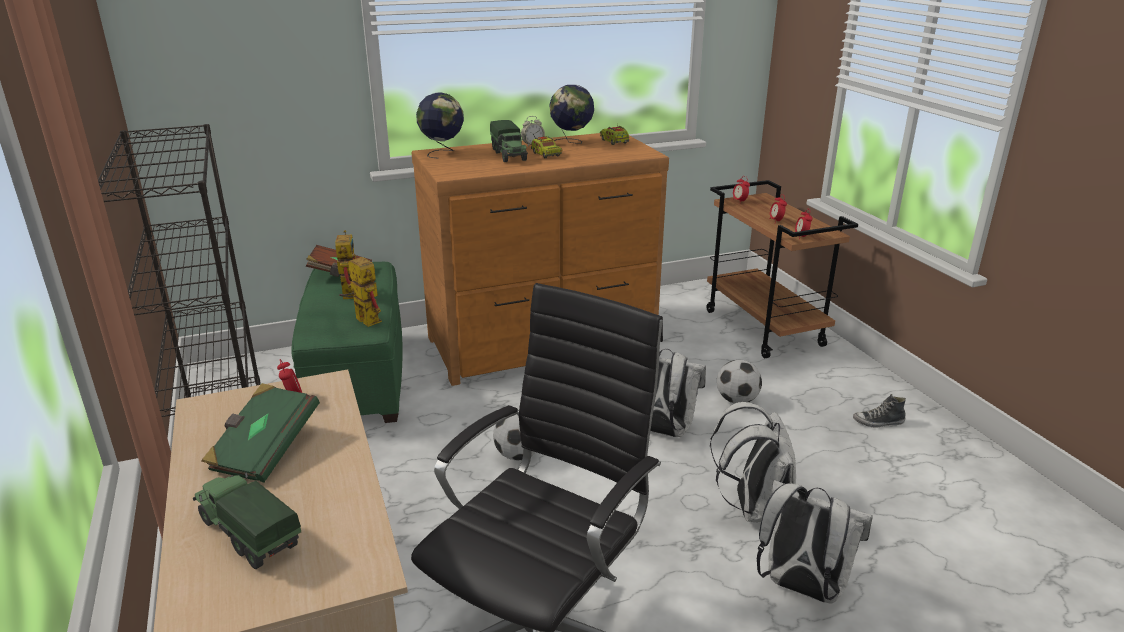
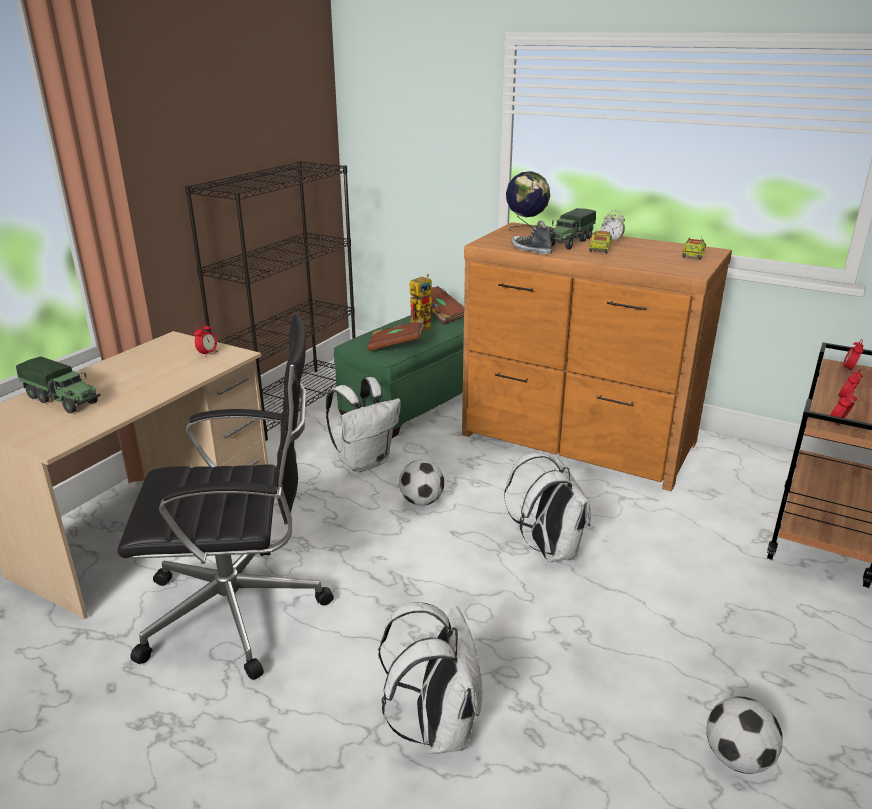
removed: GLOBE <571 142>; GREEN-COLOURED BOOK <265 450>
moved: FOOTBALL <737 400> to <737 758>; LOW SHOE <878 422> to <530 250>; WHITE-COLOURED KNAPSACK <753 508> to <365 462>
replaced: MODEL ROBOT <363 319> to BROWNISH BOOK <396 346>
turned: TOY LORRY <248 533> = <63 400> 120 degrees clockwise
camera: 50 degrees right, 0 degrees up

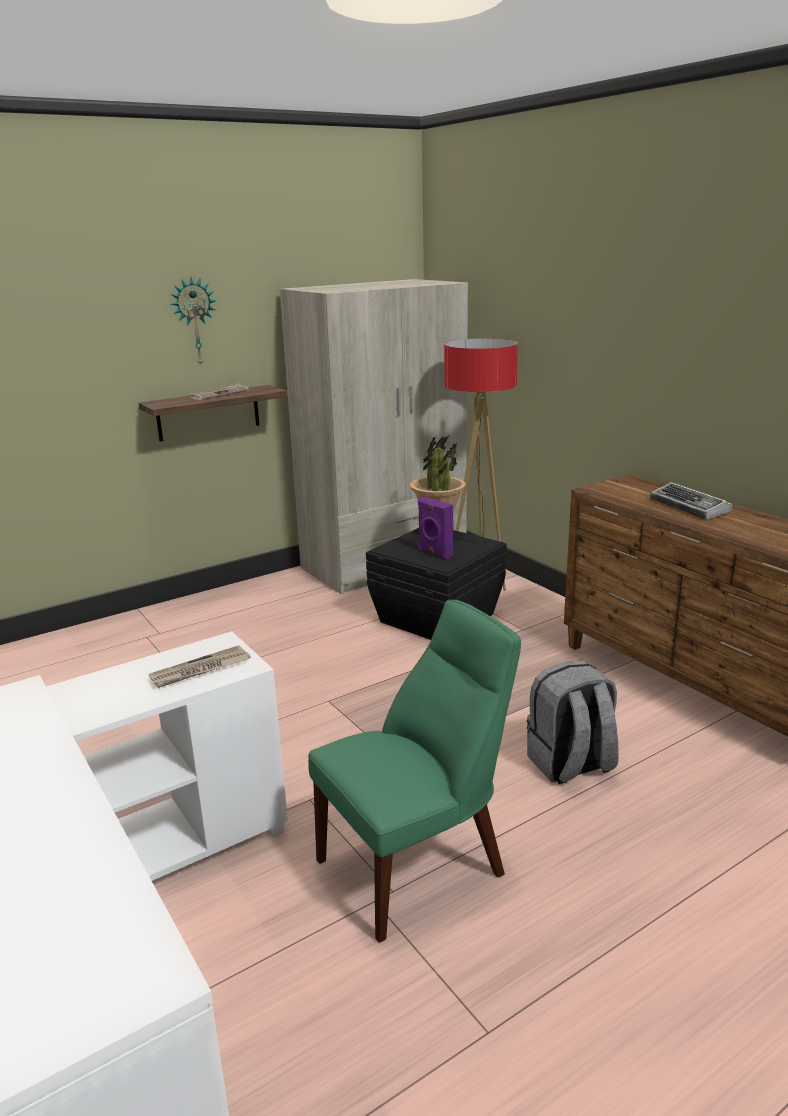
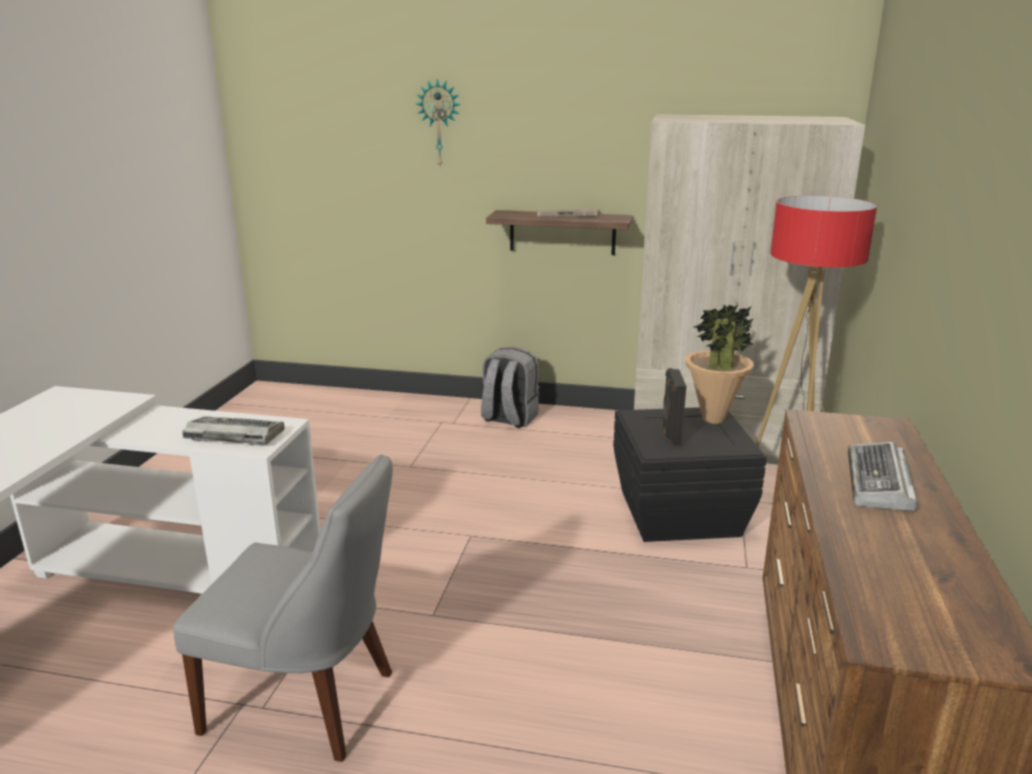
moved: CLOCK ON THE WALL <194 322> to <439 123>; GREY KNAPSACK <570 765> to <509 419>
replaced: NEWSPAPER <200 670> to PC KEYBOARD <233 436>
recoloured: PURPLE SPEAKER <434 553> to BLACK-COLOURED SPEAKER <670 436>; GREEN-COLOURED PLAIN CHAIR <418 865> to GREY PLAIN CHAIR <308 703>
camera: 45 degrees right, 0 degrees up

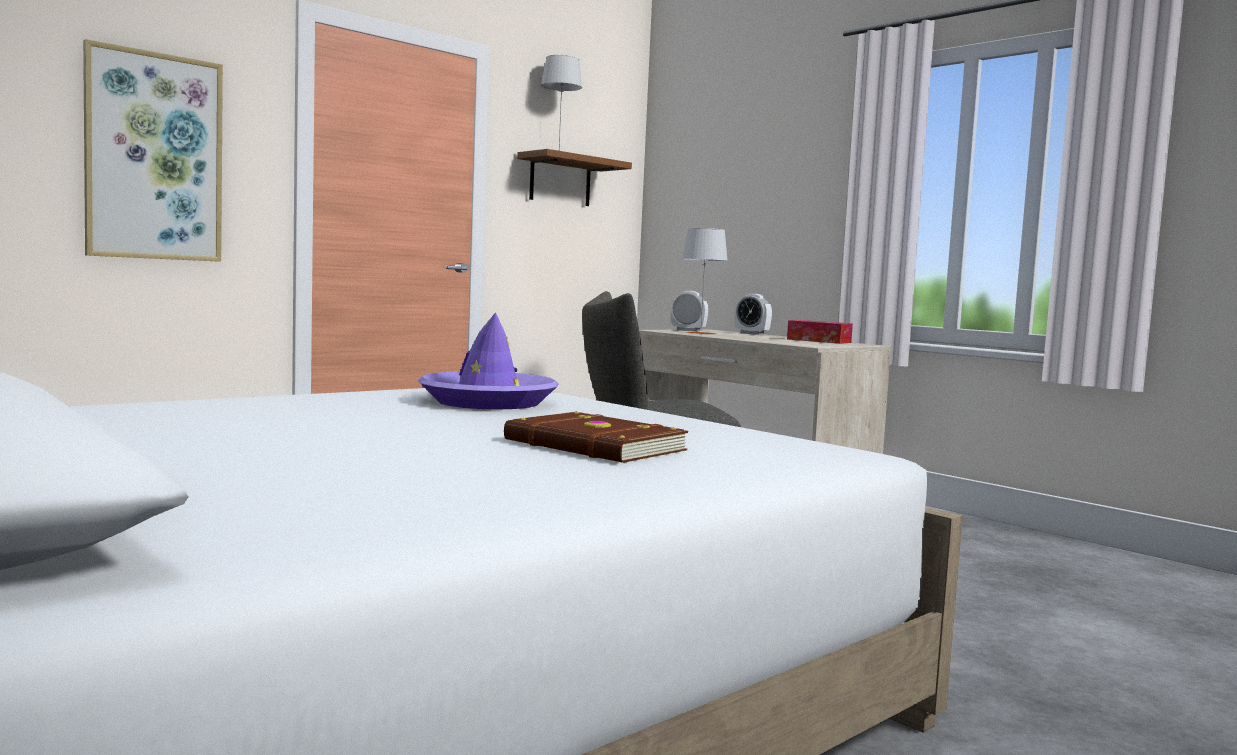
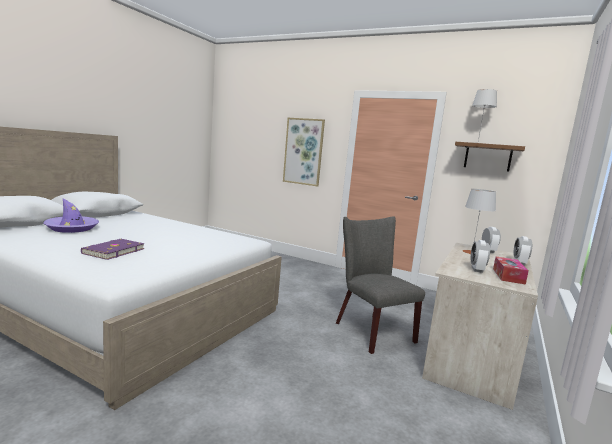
added: ALARM CLOCK <477 269>
moved: PURPLE HAT <488 402> to <72 228>
recoloured: BROWNISH BOOK <593 446> to PURPLE BOOK <113 251>
camera: 70 degrees right, 5 degrees up

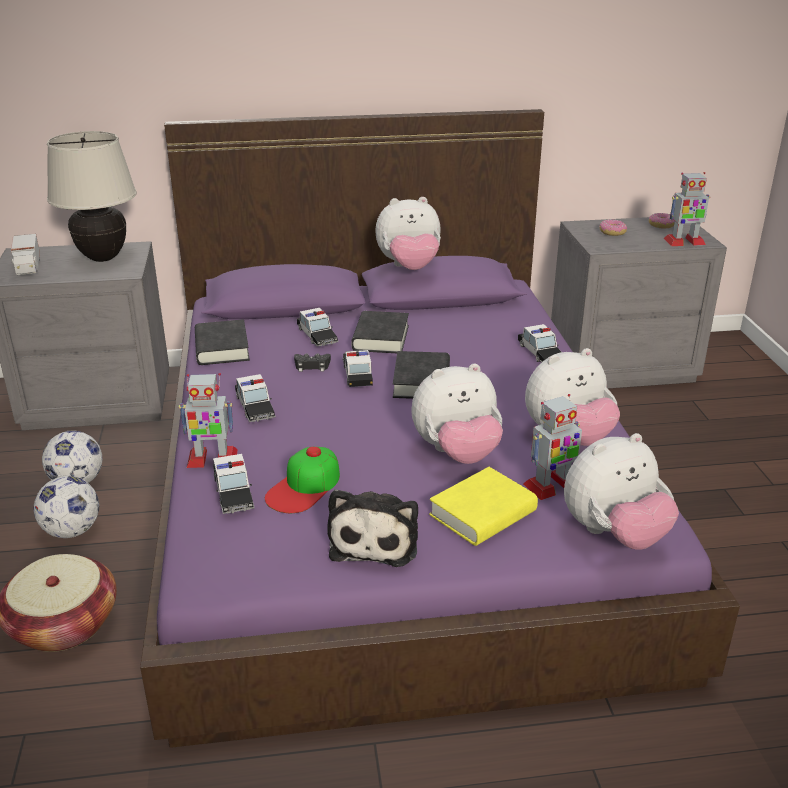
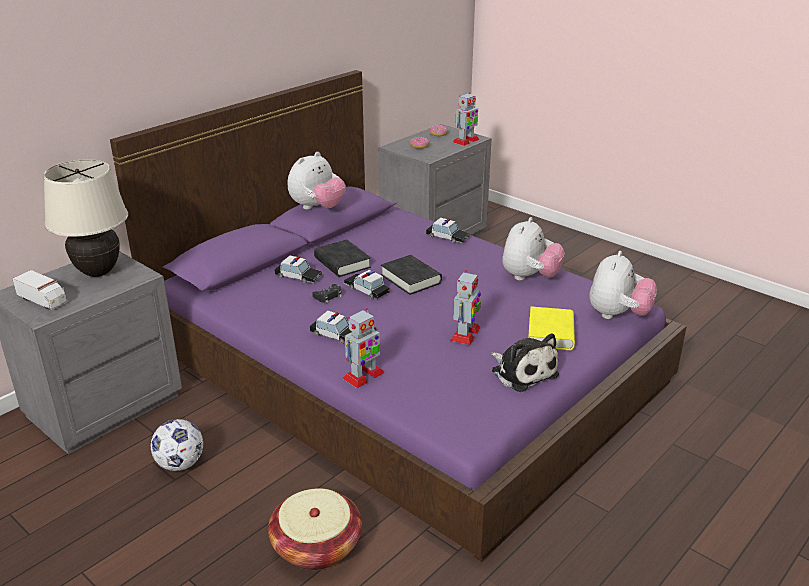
removed: BLACK-COLOURED BOOK <222 348>; CUDDLY TOY <457 453>; BASEBALL CAP <304 487>; MODEL CAR <233 492>; FOOTBALL <71 531>
moved: MODEL ROBOT <551 485> to <465 334>
camera: 40 degrees left, 0 degrees up

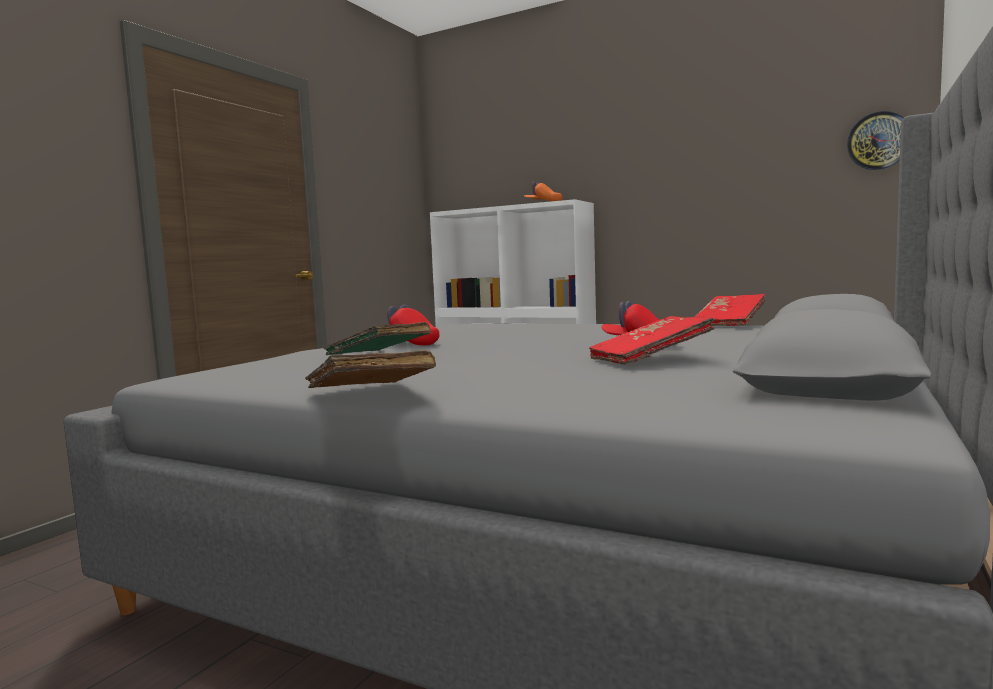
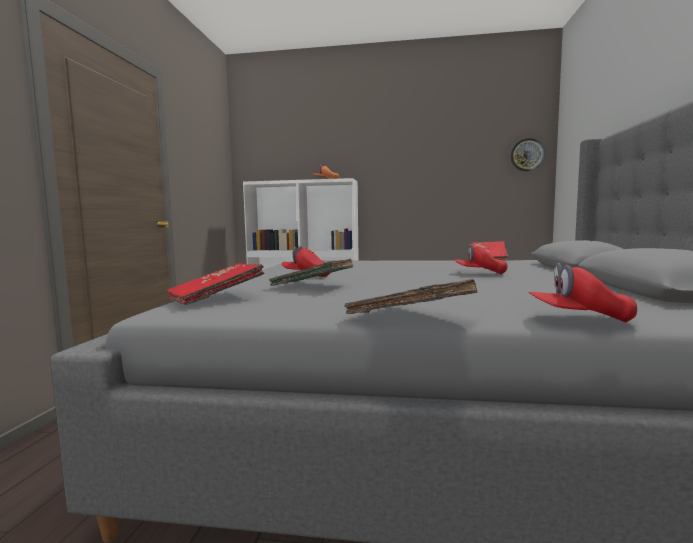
added: RED-COLOURED BASEBALL CAP <579 319>
moved: RED-COLOURED BOOK <649 359> to <216 298>
camera: 20 degrees left, 0 degrees up

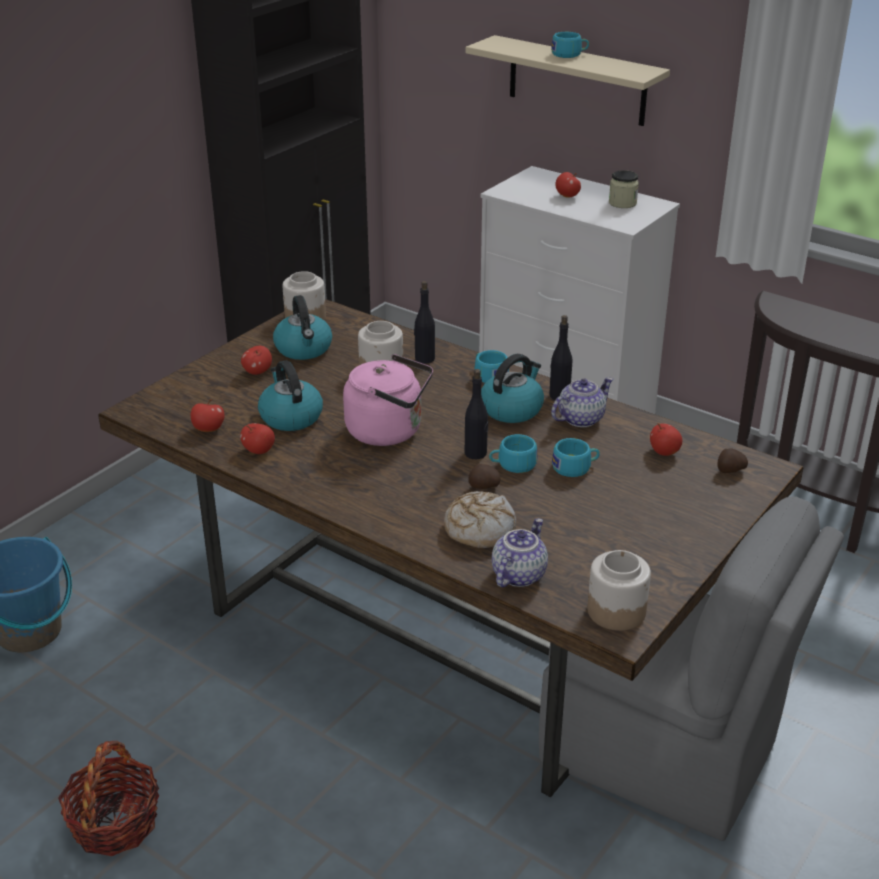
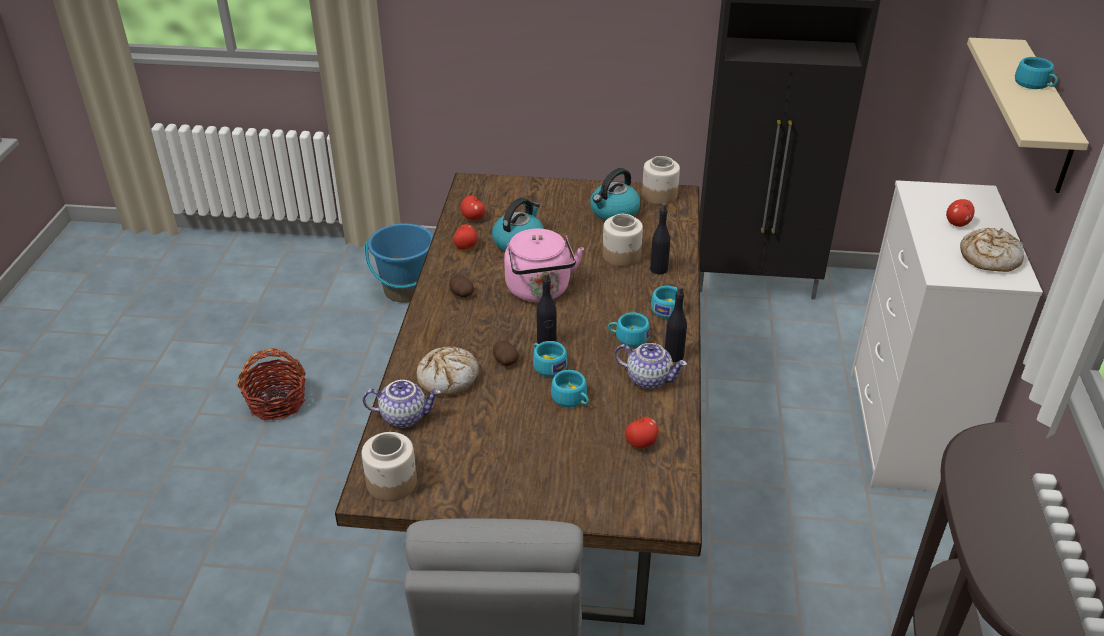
removed: WHOLE APPLE <257 372>
moved: WHOLE POTATO <730 470> to <461 294>
replaced: JAR <622 203> to BAKED BREAD <988 258>; KETTLE <512 409> to BLUE-GREEN CUP <628 337>
camera: 60 degrees right, 5 degrees up

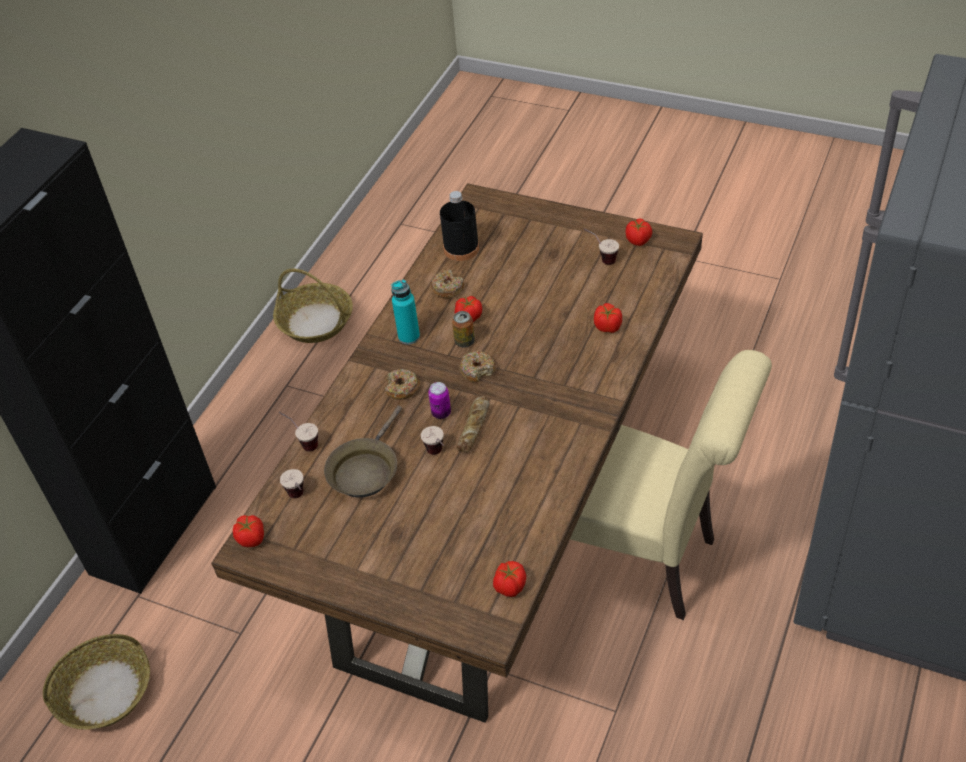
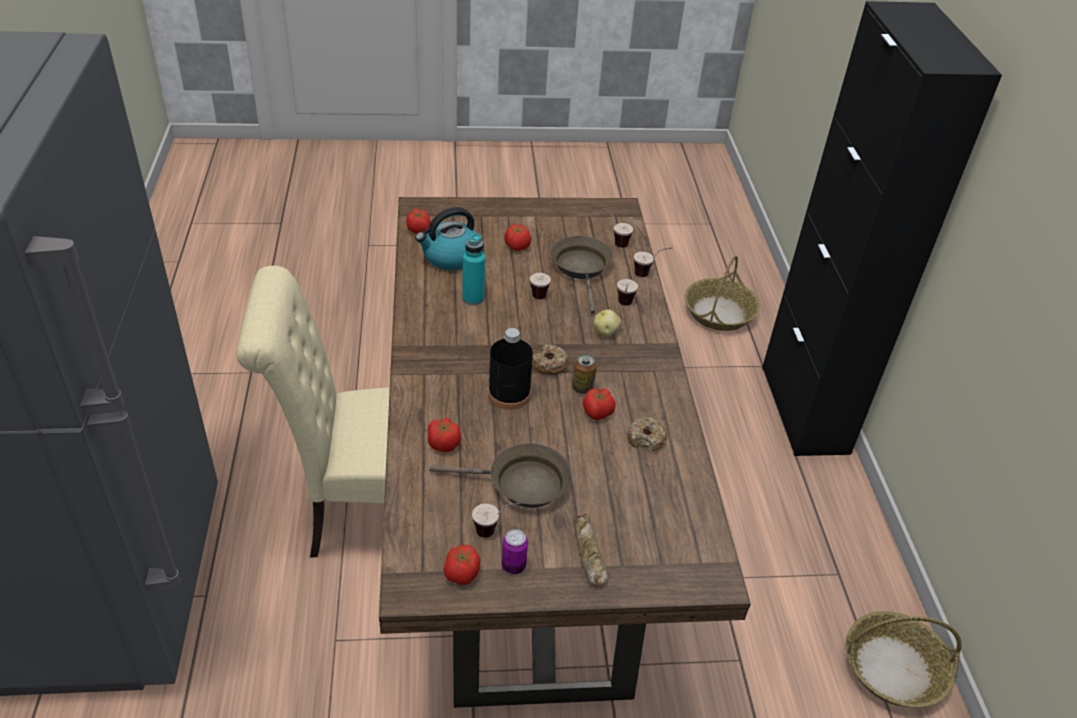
added: KETTLE <450 257>; CUP <624 306>; BROWNISH FRYING PAN <521 484>
moved: BLACK-COLOURED DRINK BOTTLE <461 249> to <509 394>; BLUE-GREEN DRINK BOTTLE <409 336> to <473 298>; METAL CAN <441 413> to <513 566>; BAKED BREAD <474 427> to <588 554>; FRESH TOMATO <251 538> to <517 247>
replaced: DONUT <402 388> to WHOLE POTATO <606 332>
camera: 145 degrees right, 5 degrees down

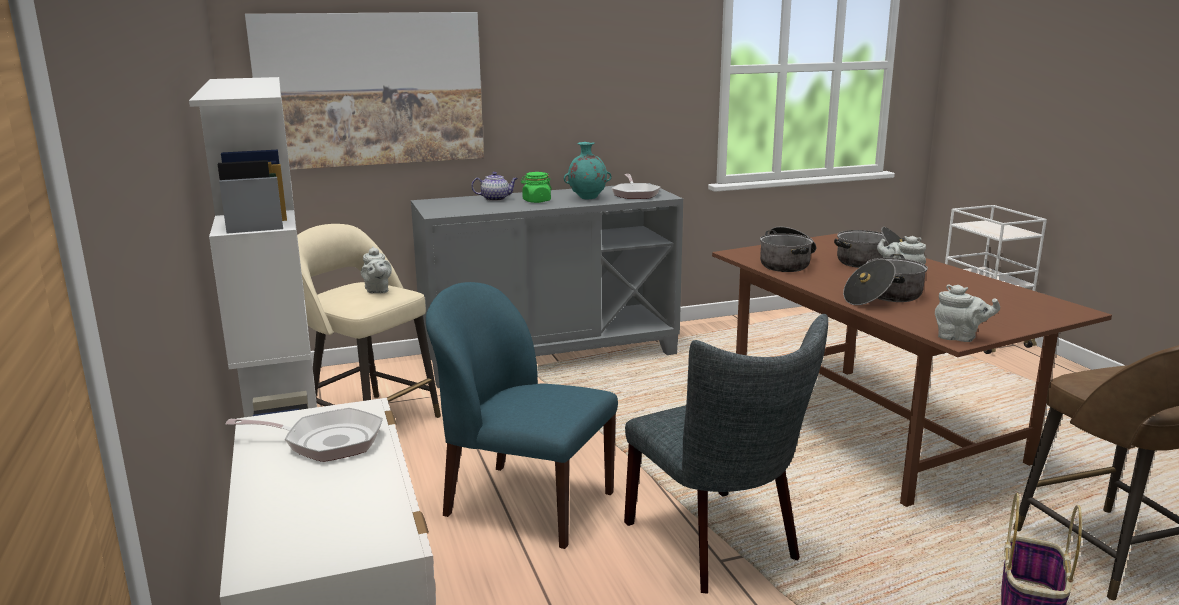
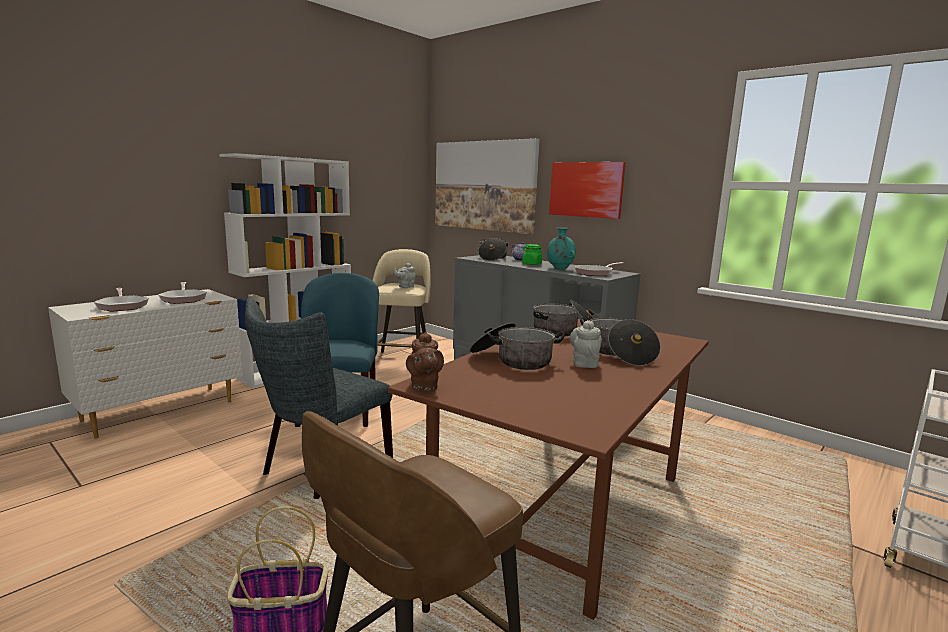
added: WALL ART <586 189>; COOKING POT <492 258>; FRYING PAN <122 306>
recoloured: GREY TEA POT <959 338> to BROWNISH TEA POT <424 386>
camera: 60 degrees right, 5 degrees down

